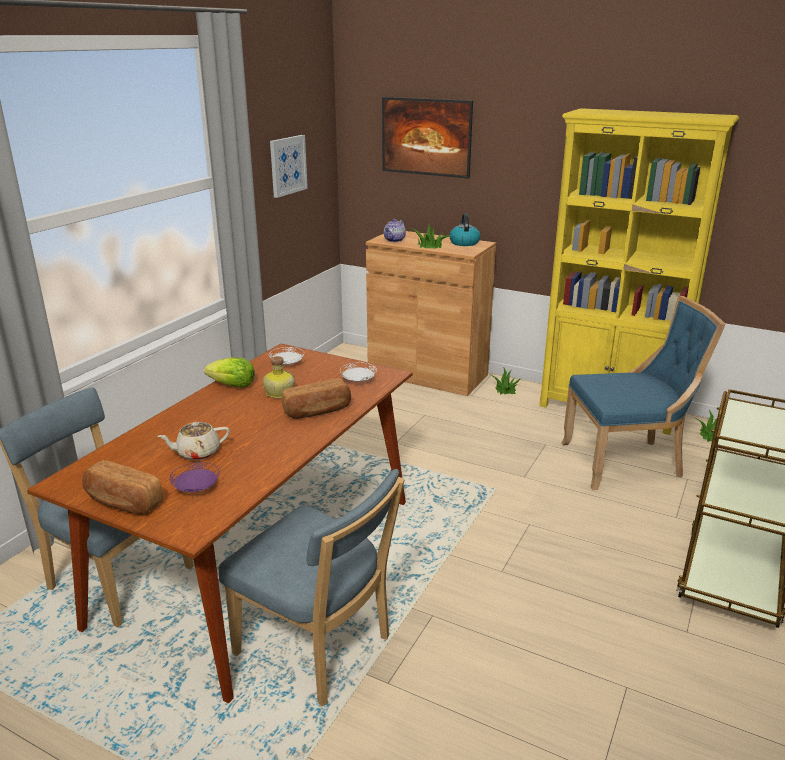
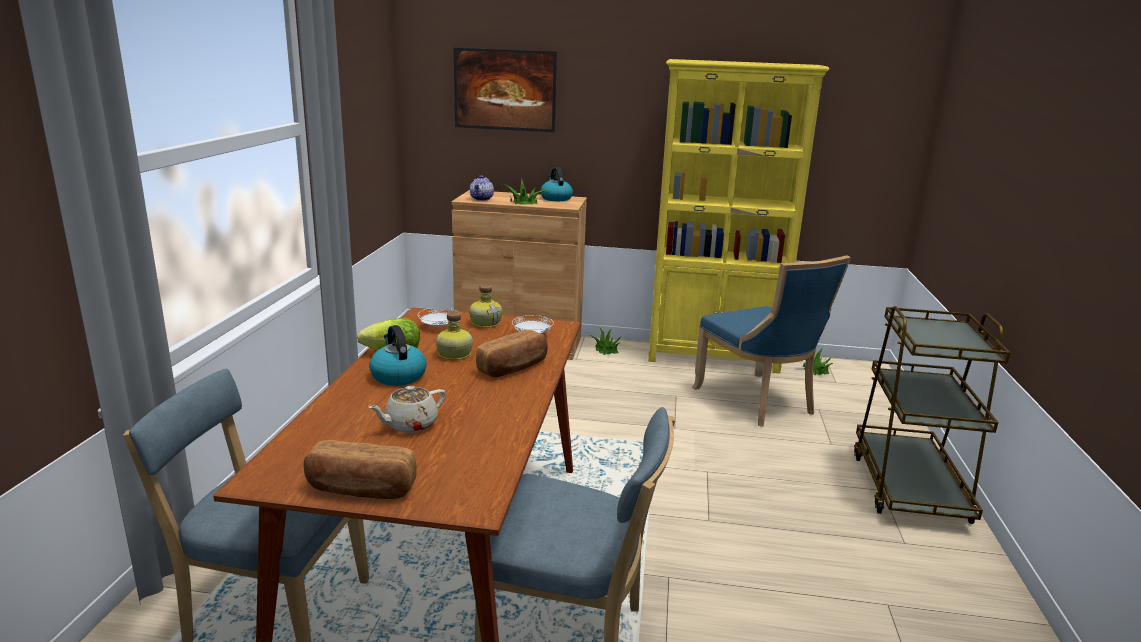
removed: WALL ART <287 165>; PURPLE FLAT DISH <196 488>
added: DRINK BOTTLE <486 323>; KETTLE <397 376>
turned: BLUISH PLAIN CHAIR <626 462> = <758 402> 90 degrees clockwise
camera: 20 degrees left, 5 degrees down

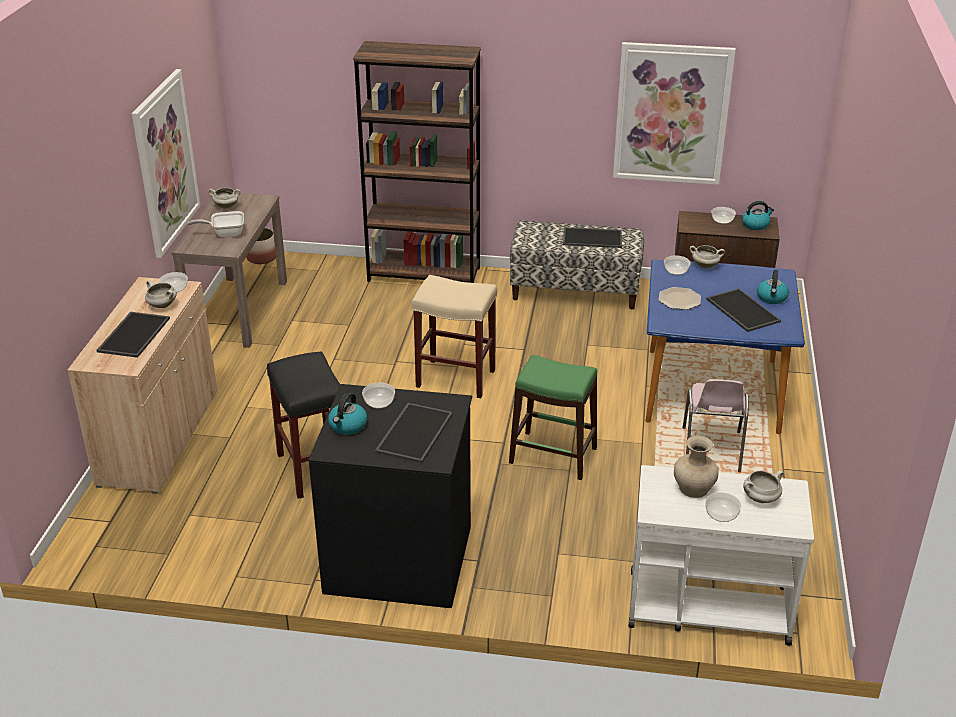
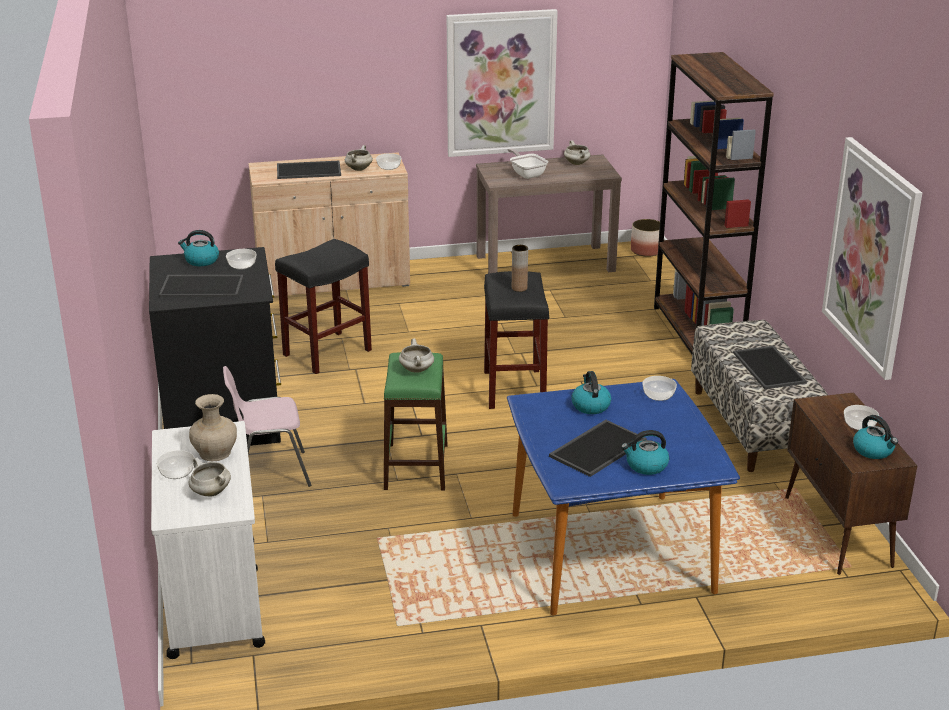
added: BROWNISH VASE <519 288>
moved: WHITE-COLOURED COOKING POT <705 266> to <417 370>; PINKISH PLAIN CHAIR <711 450> to <269 473>
replaced: FLAT DISH <679 300> to KETTLE <590 405>
recoloured: SAND-COLOURED SITTING STOOL <457 378> to BLACK-COLOURED SITTING STOOL <515 389>
camera: 70 degrees right, 5 degrees down

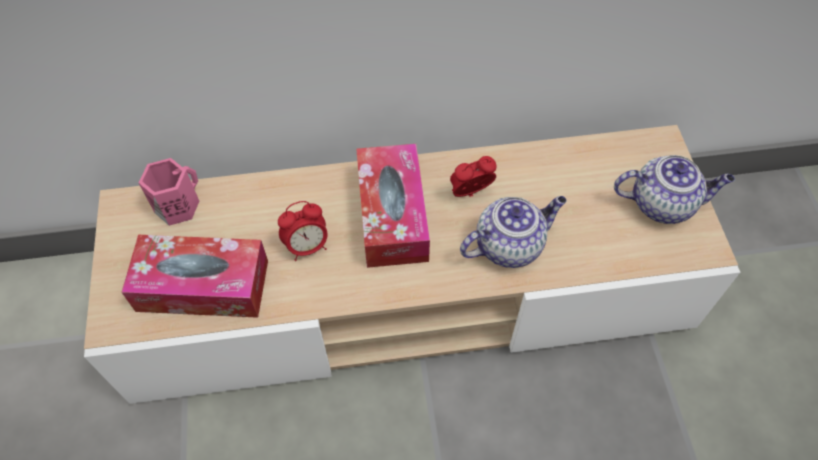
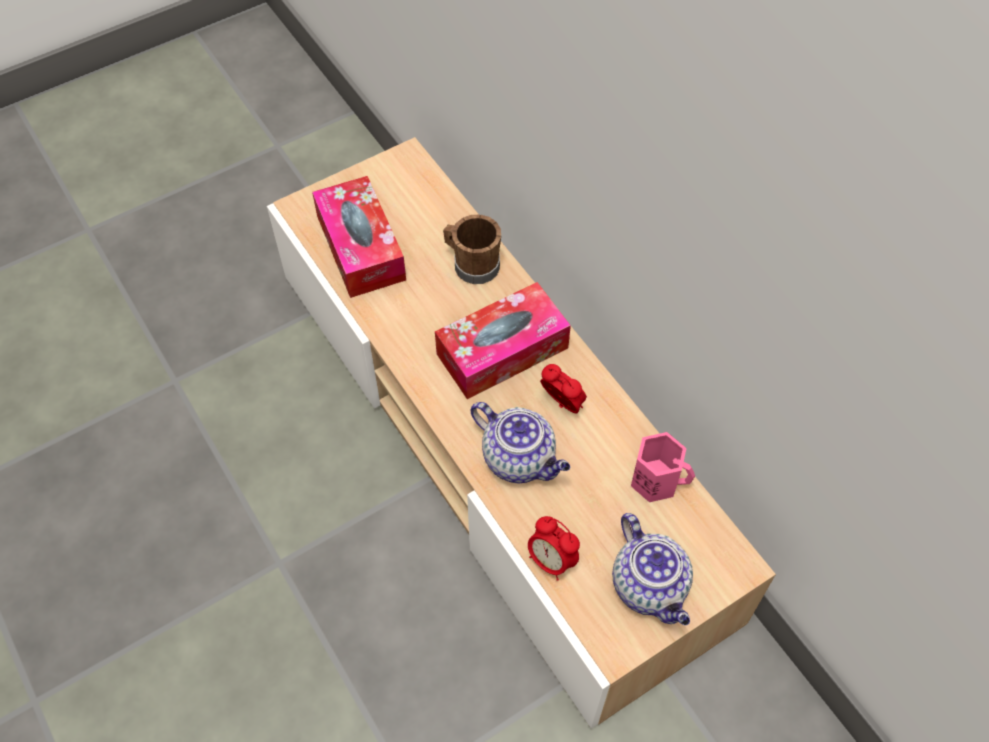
added: BROWNISH MUG <472 264>
moved: PINKISH MUG <177 205> to <657 479>; ALARM CLOCK <307 247> to <551 561>
camera: 65 degrees right, 0 degrees up

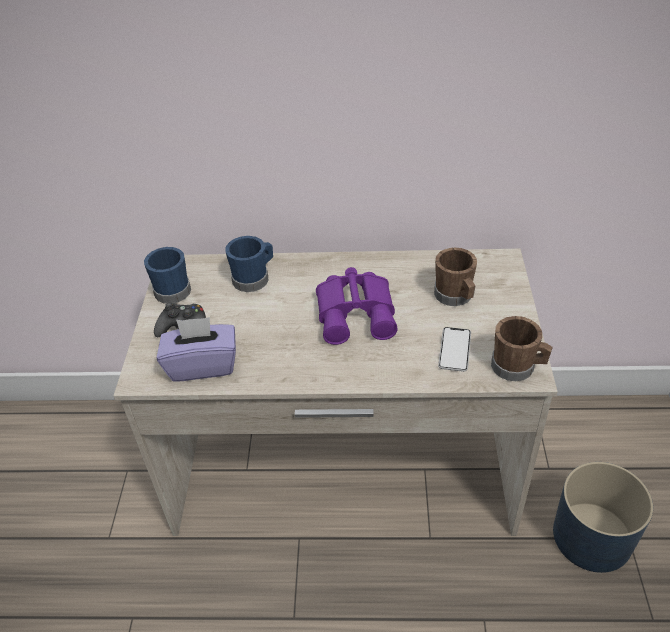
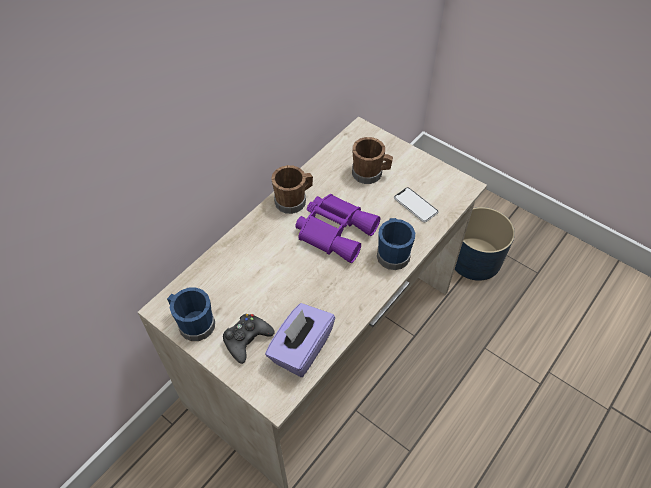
moved: BLUISH MUG <254 278> to <392 253>; BROWNISH MUG <517 367> to <294 200>
camera: 55 degrees left, 10 degrees up

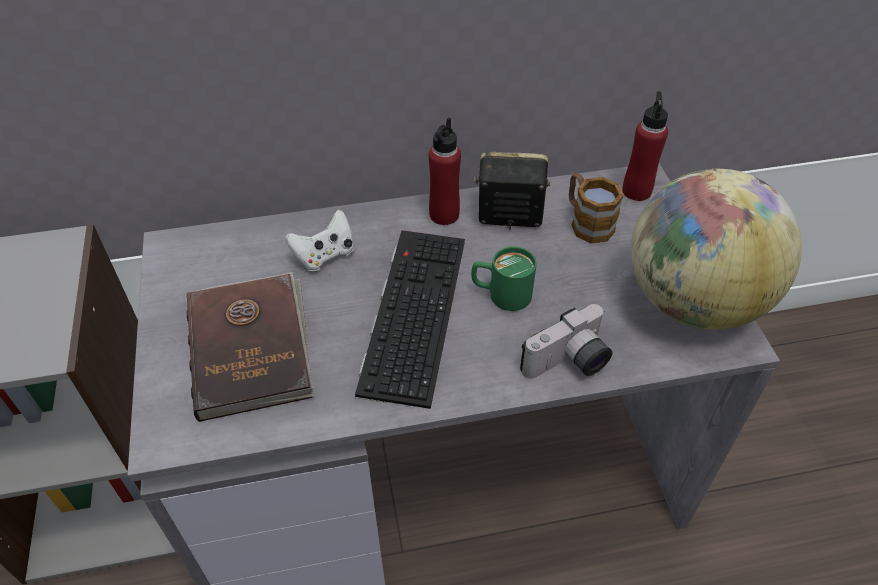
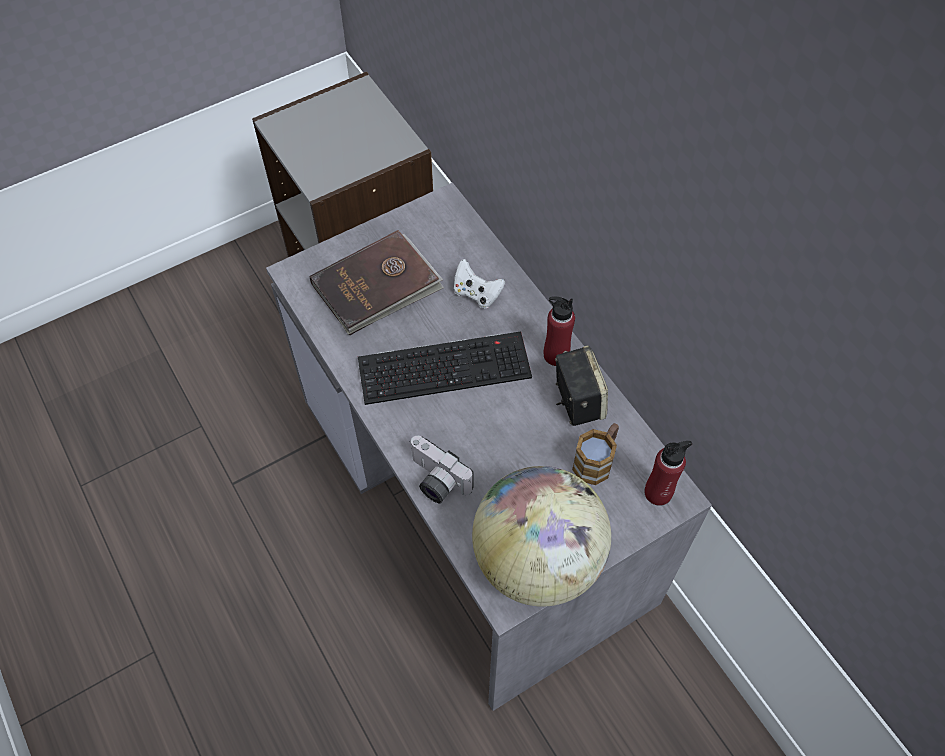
removed: GREEN-COLOURED MUG <501 294>
camera: 70 degrees right, 10 degrees up

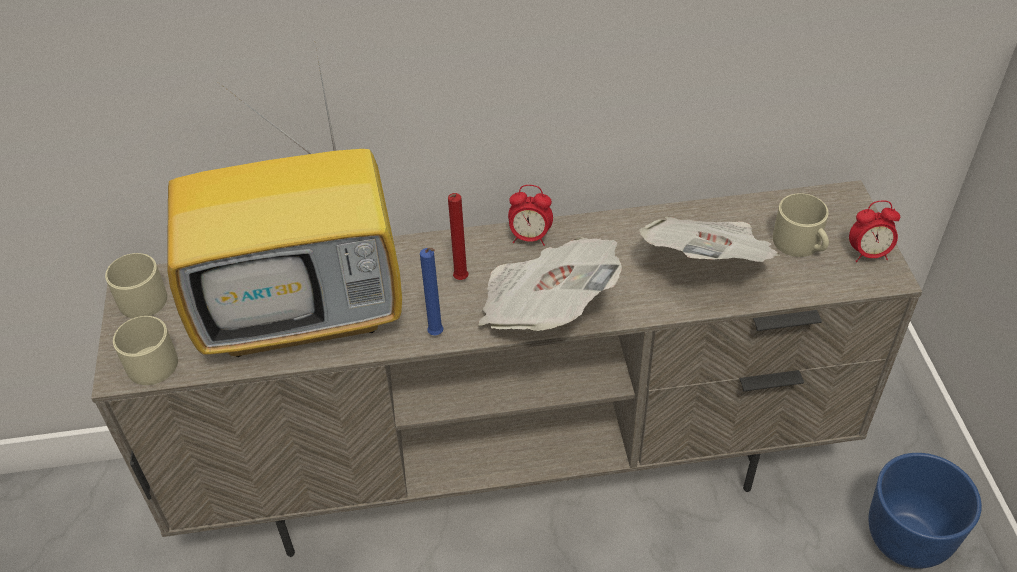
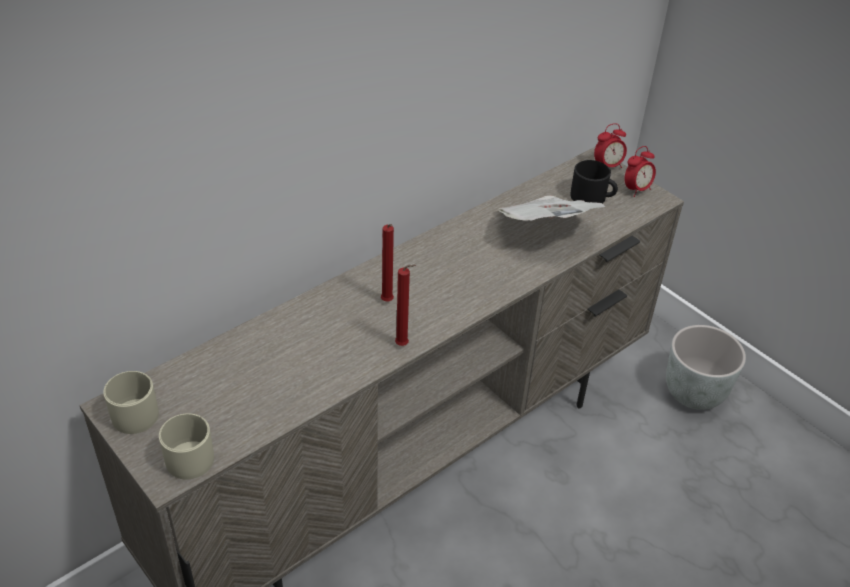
removed: TELEVISION <306 310>; NEWSPAPER <545 308>
moved: ALARM CLOCK <530 237> to <607 166>
recoloured: SAND-COLOURED MUG <800 244> to BLACK-COLOURED MUG <592 197>; BLUISH WAX LIGHT <437 335> to RED-COLOURED WAX LIGHT <403 345>; BLUISH PLANTER <908 540> to GREY PLANTER <695 393>
camera: 35 degrees left, 5 degrees down

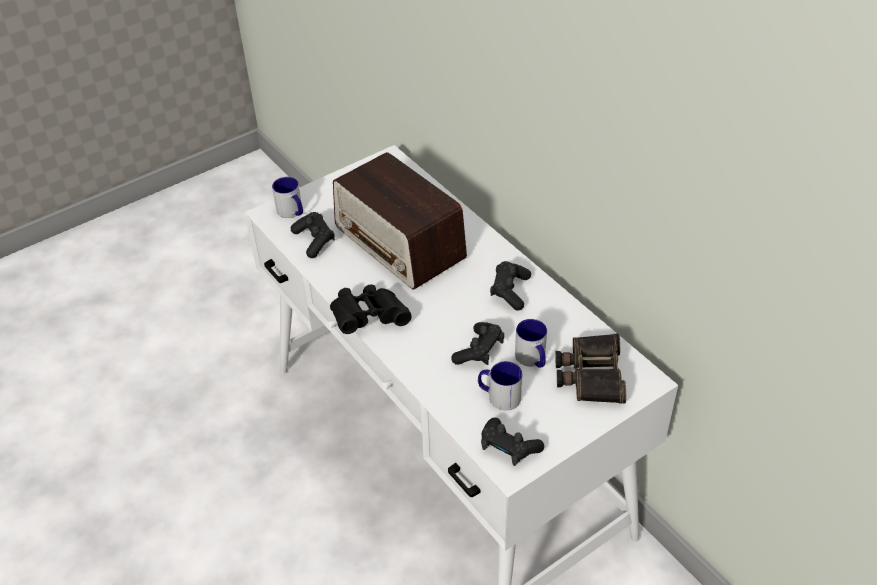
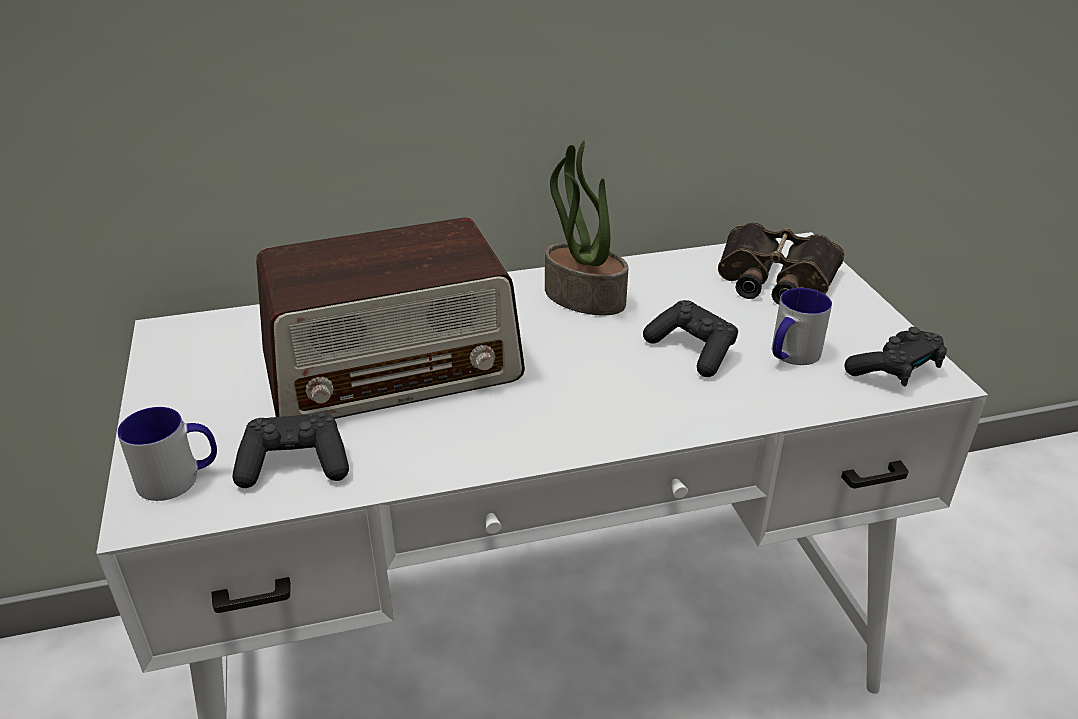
removed: BLACK-COLOURED PAIR OF BINOCULARS <369 318>; MUG <532 359>
replaced: BLACK-COLOURED GAMEPAD <510 291> to POTTED PLANT <582 298>
camera: 70 degrees left, 10 degrees down

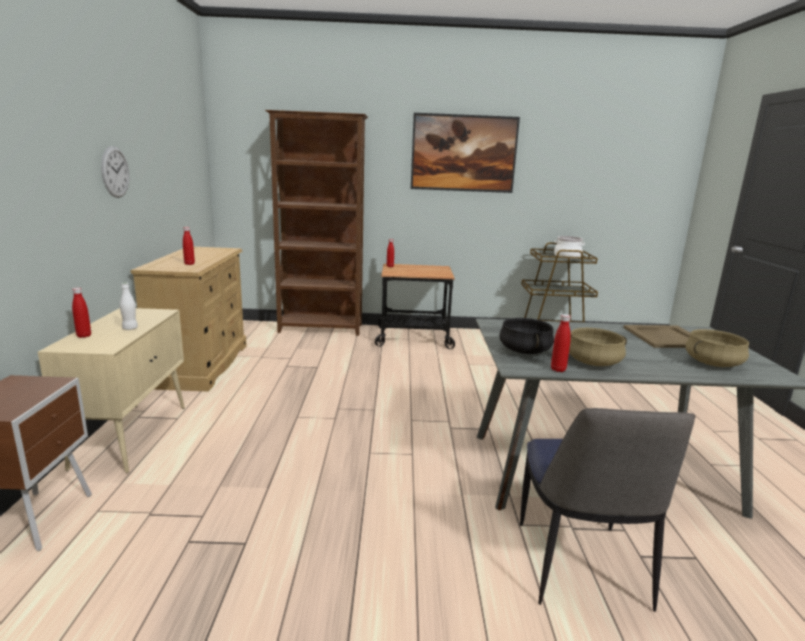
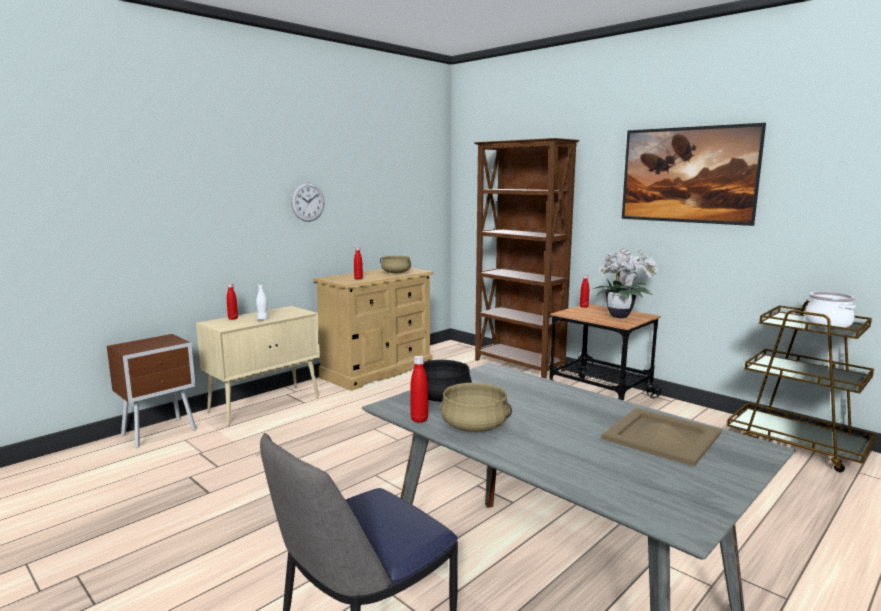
added: POTTED PLANT <621 316>
moved: SAND-COLOURED COOKING POT <713 363> to <396 273>
camera: 45 degrees right, 5 degrees down

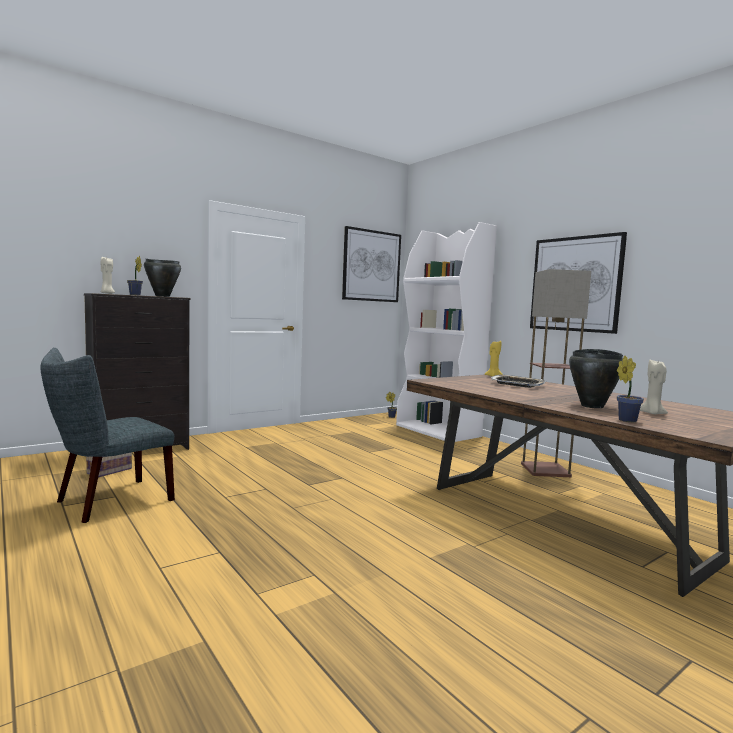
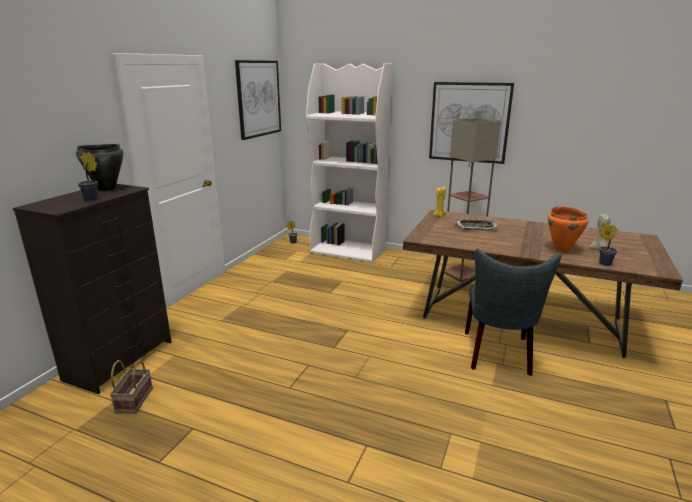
removed: SAND-COLOURED WAX LIGHT <107 293>
moved: GREY PLAIN CHAIR <108 502> to <498 355>
recoloured: BLACK-COLOURED COOKING POT <592 406> to ORANGE COOKING POT <562 249>
camera: 30 degrees left, 15 degrees up

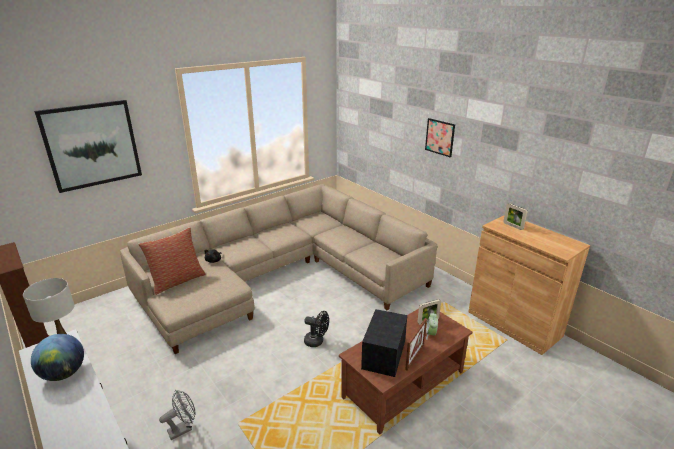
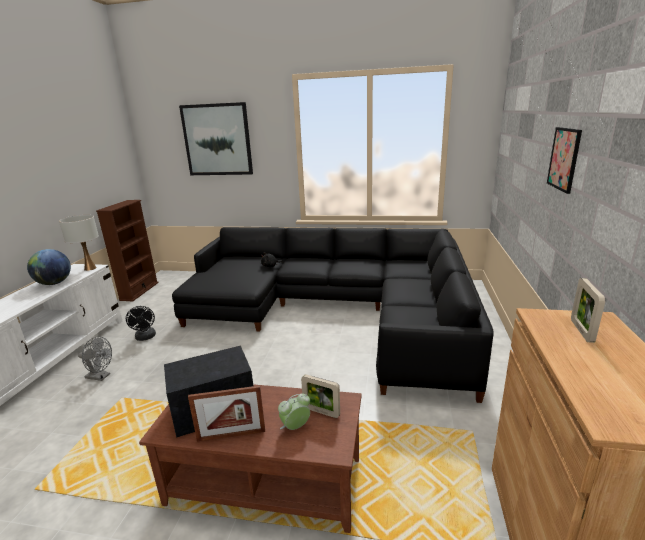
removed: CUSHION <177 281>
moved: BLACK-COLOURED FAN <317 341> to <145 337>
recoloured: SAND-COLOURED COUCH <281 275> to BLACK-COLOURED COUCH <337 310>
camera: 50 degrees right, 5 degrees down

